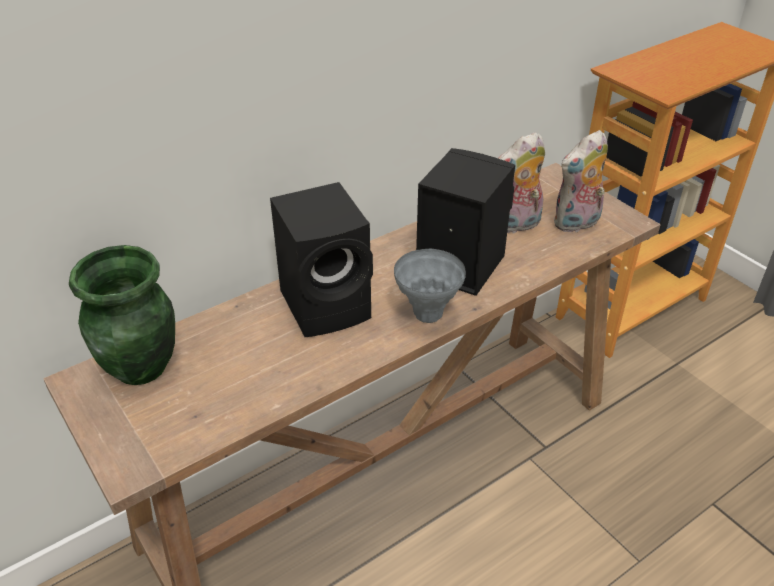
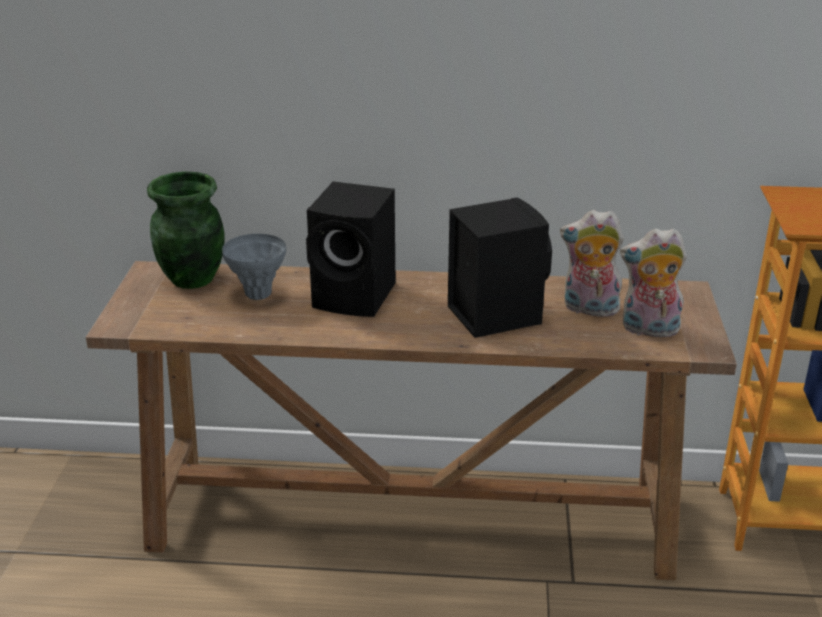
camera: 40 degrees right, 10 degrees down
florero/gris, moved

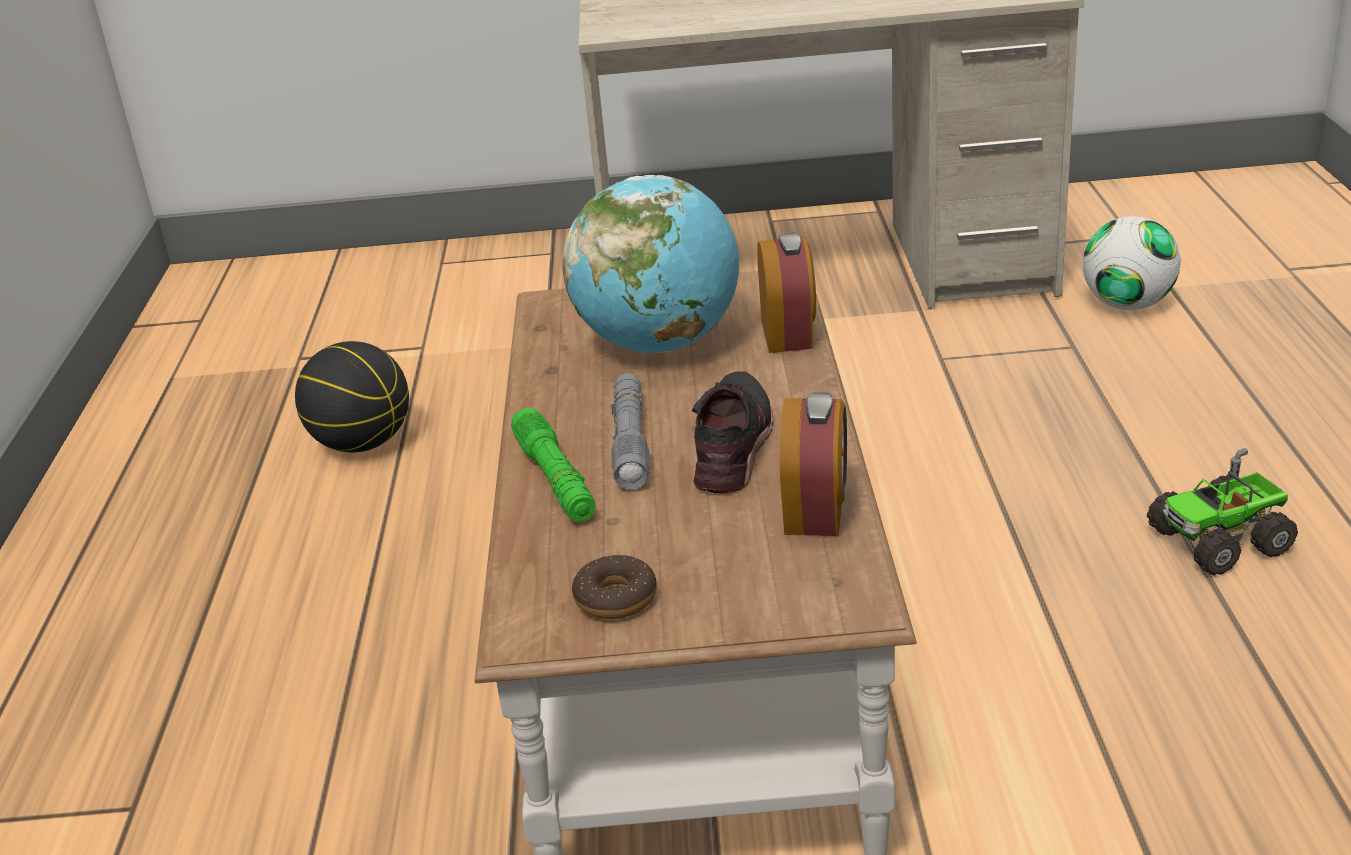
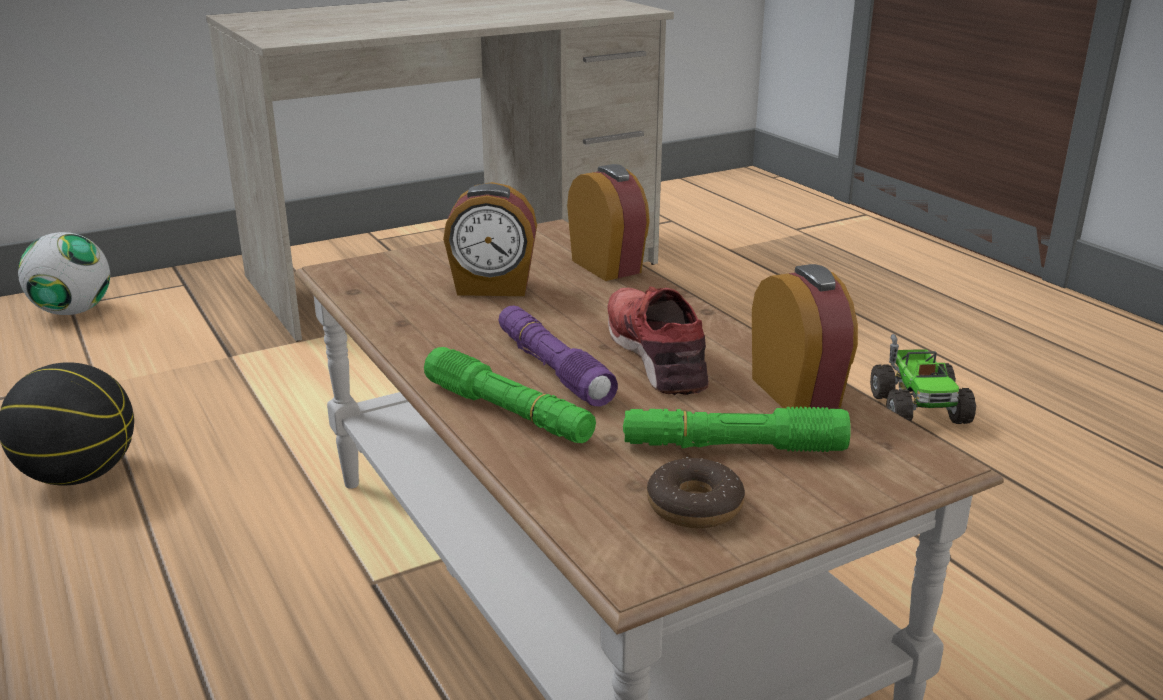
camera: 30 degrees left, 5 degrees down
balón de fútbol, moved
globo terráqueo -> despertador (1st from left)
linterna/gris -> linterna/morado
zapato/negro -> zapato/rojo
none -> linterna/verde (2nd from left)
camión de juguete, 45 degrees counterclockwise

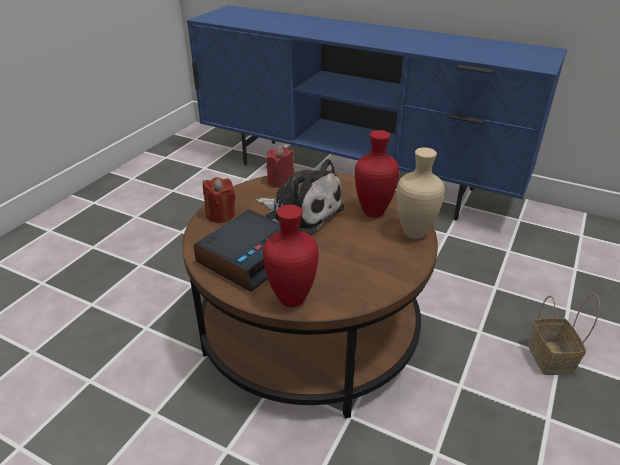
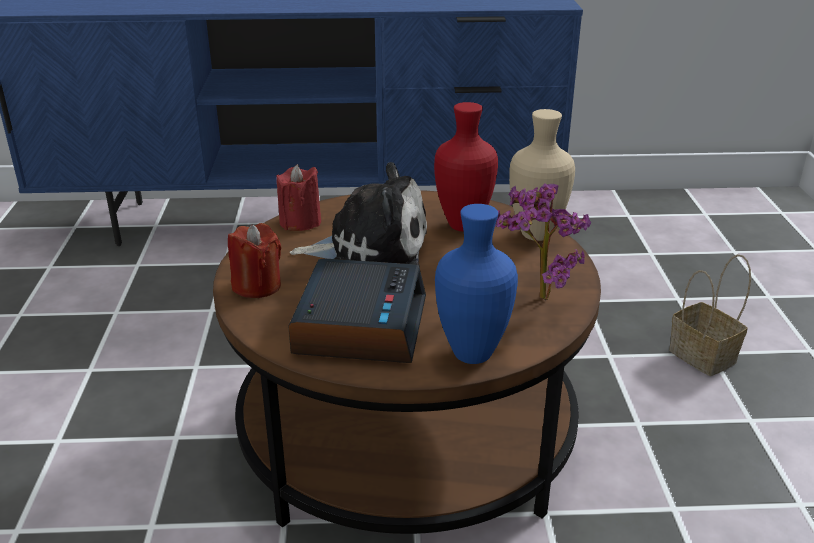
camera: 30 degrees left, 5 degrees down
florero/rojo (1st from left) -> florero/azul
none -> planta en maceta

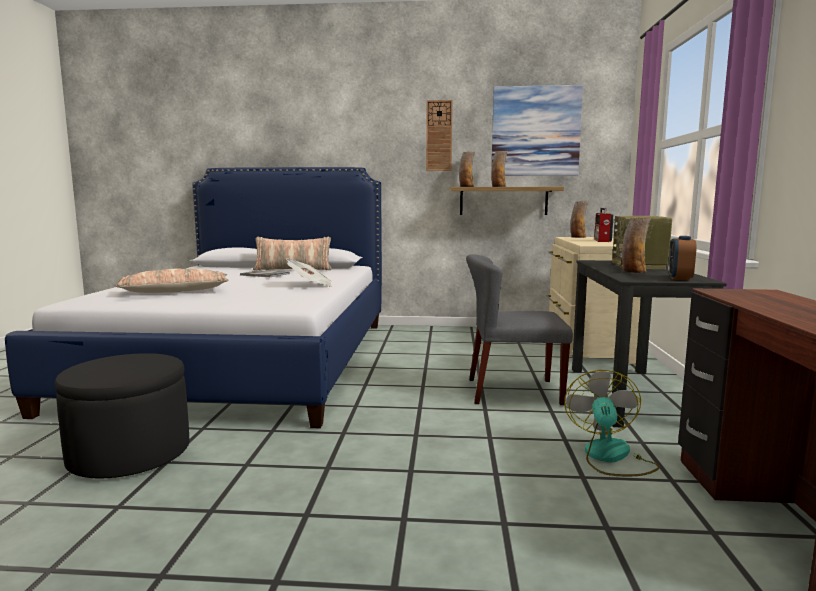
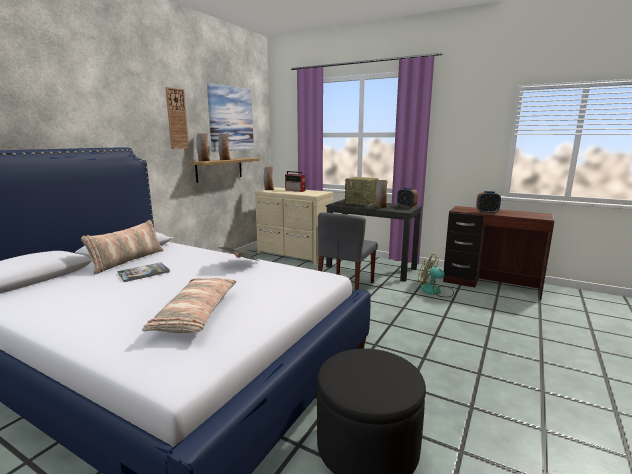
camera: 65 degrees left, 5 degrees up
none -> despertador (2nd from left)

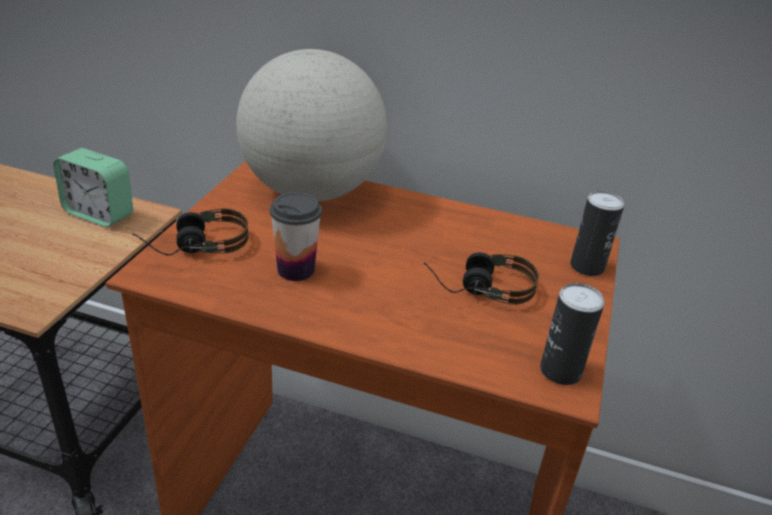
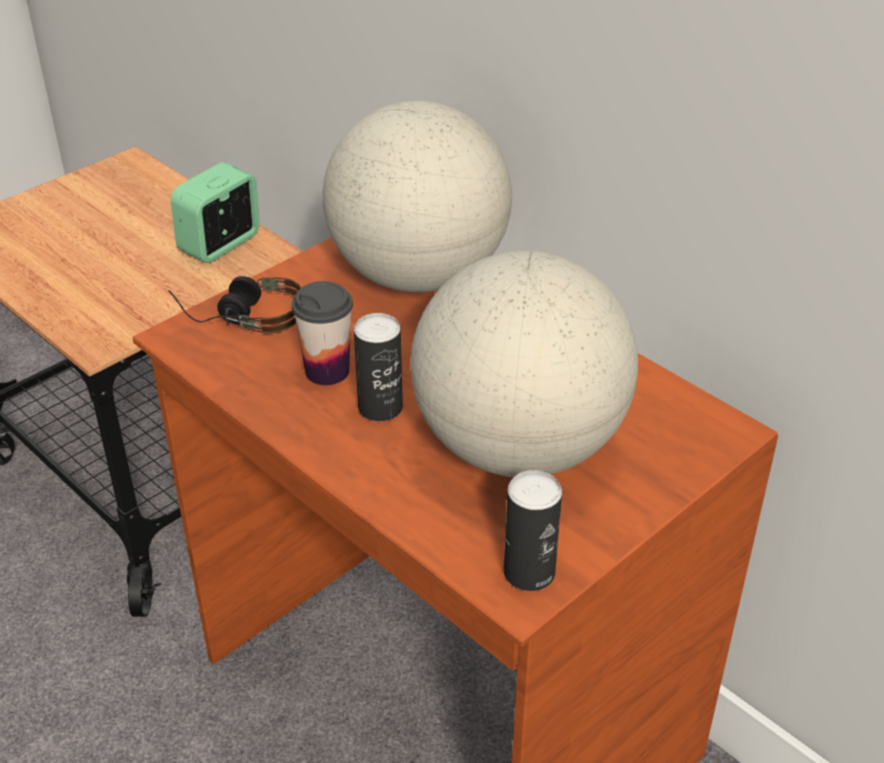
camera: 30 degrees right, 5 degrees up
despertador, 75 degrees clockwise
lata (2nd from left in the first image) -> lata (1st from left), moved
auriculares (2nd from left) -> globo terráqueo (2nd from left)

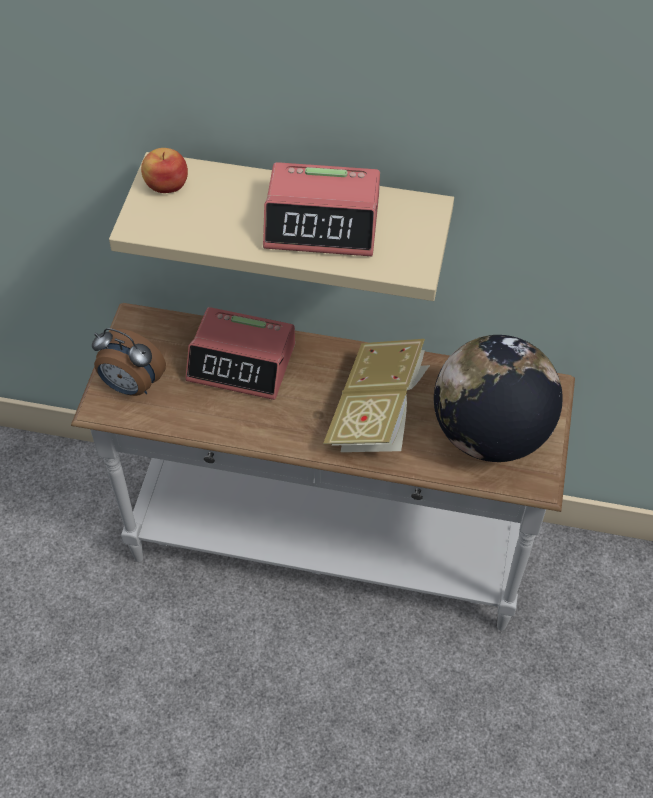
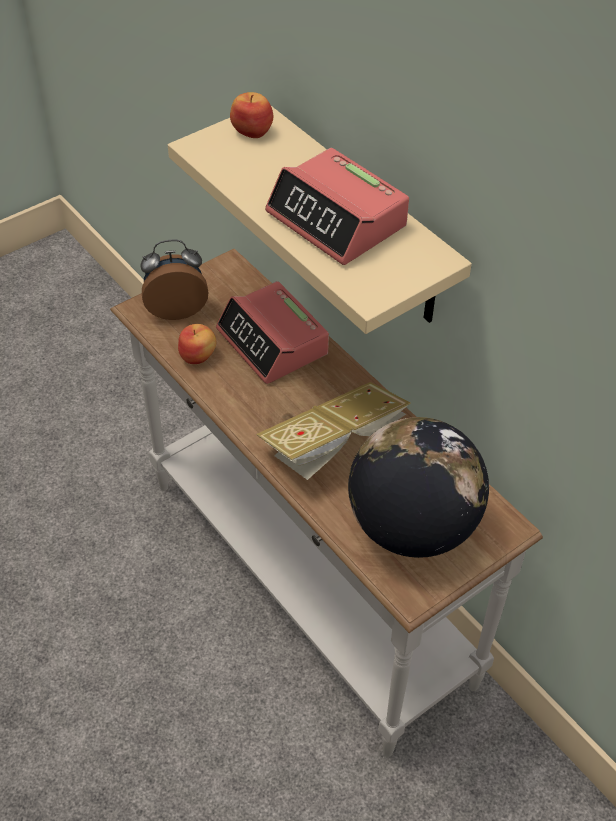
camera: 40 degrees right, 5 degrees down
despertador (1st from left), 105 degrees clockwise
none -> manzana (1st from left)

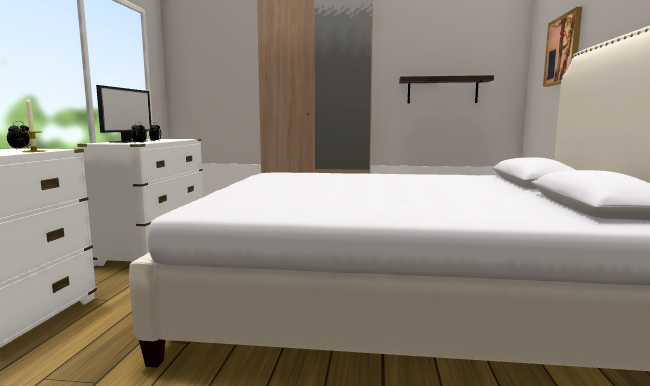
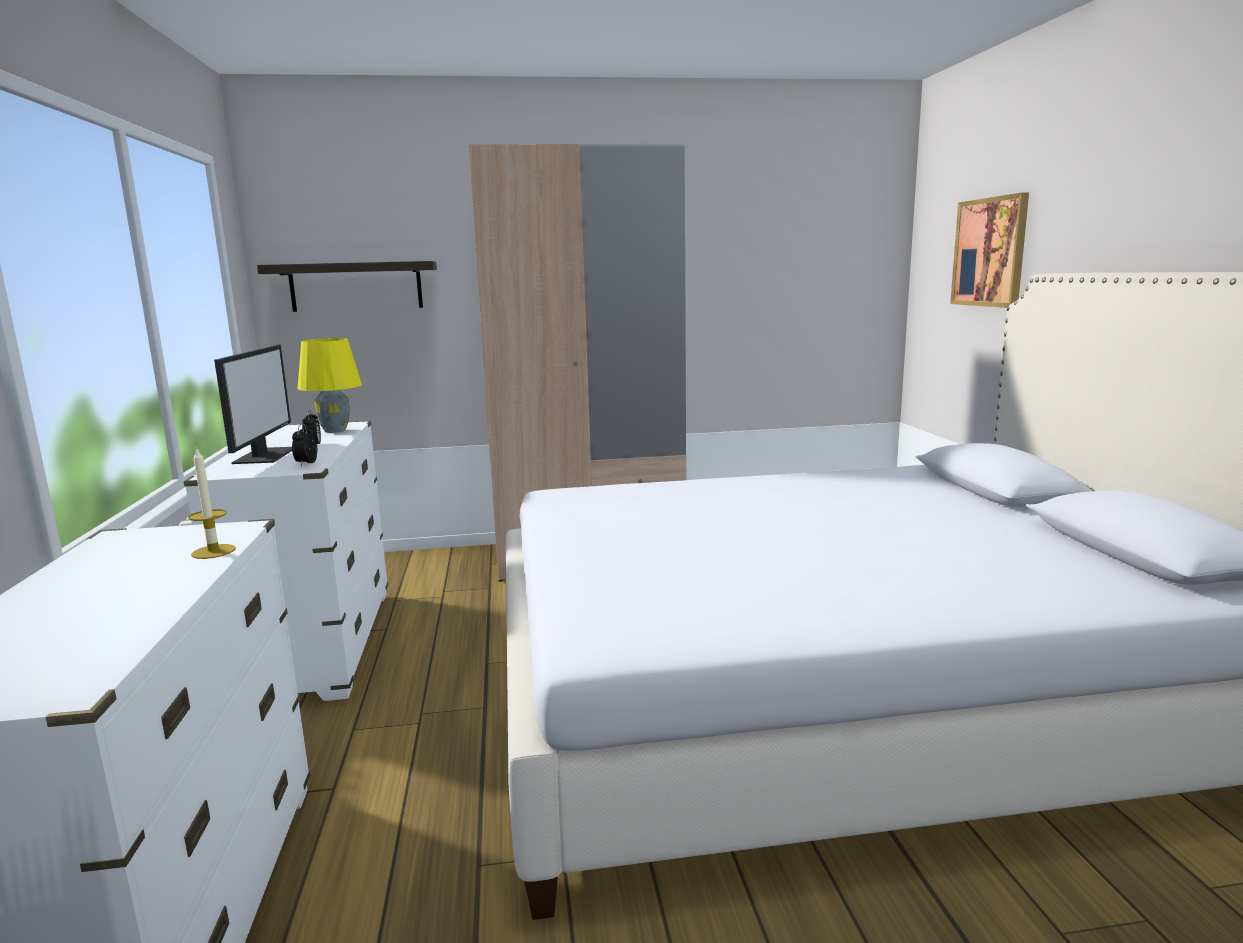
camera: 15 degrees left, 5 degrees up
estante, moved
none -> lámpara de mesa/amarillo
despertador (1st from left) -> none

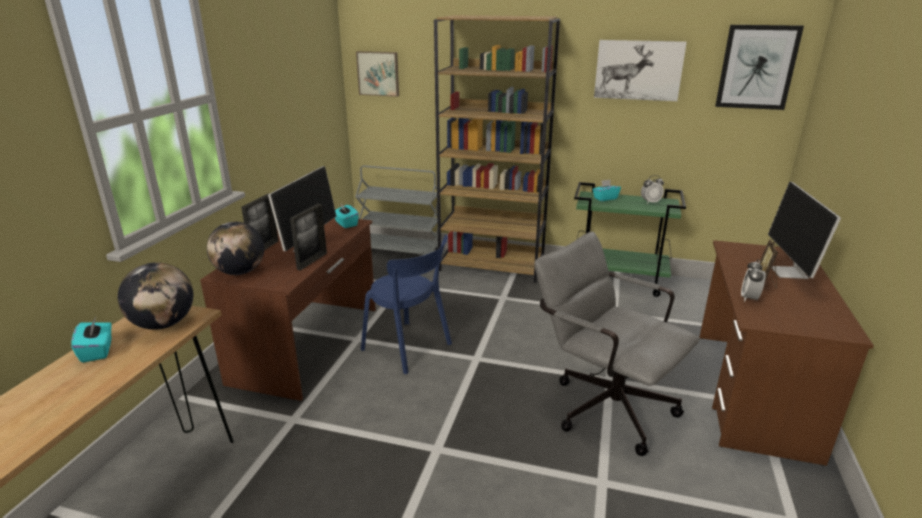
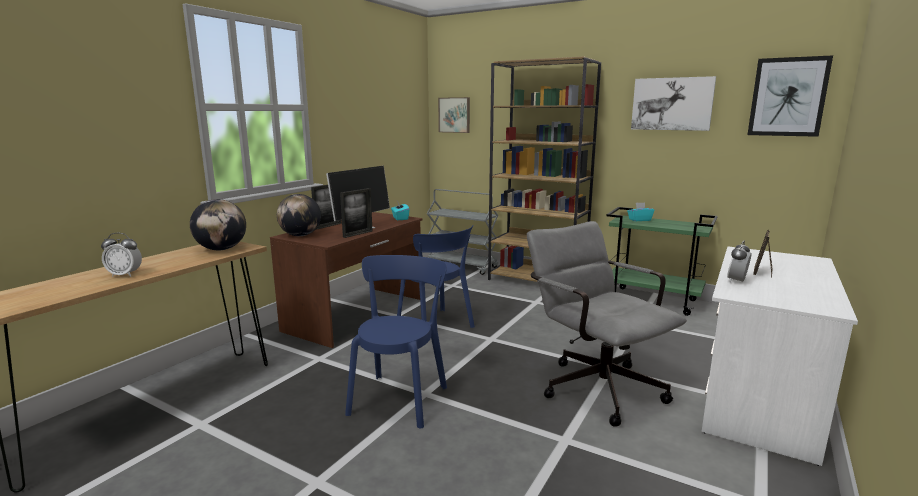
camera: 15 degrees right, 10 degrees down
despertador (1st from left), moved
none -> silla/azul (1st from left)
escritorio/marrón (2nd from left) -> escritorio/blanco
caja de pañuelos/turquesa (1st from left) -> none
monitor (2nd from left) -> none

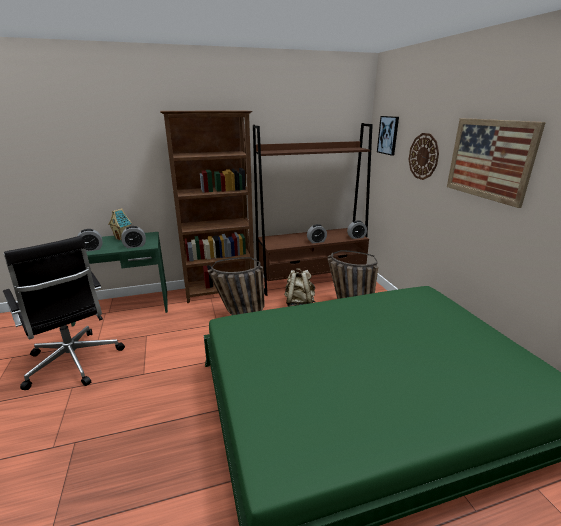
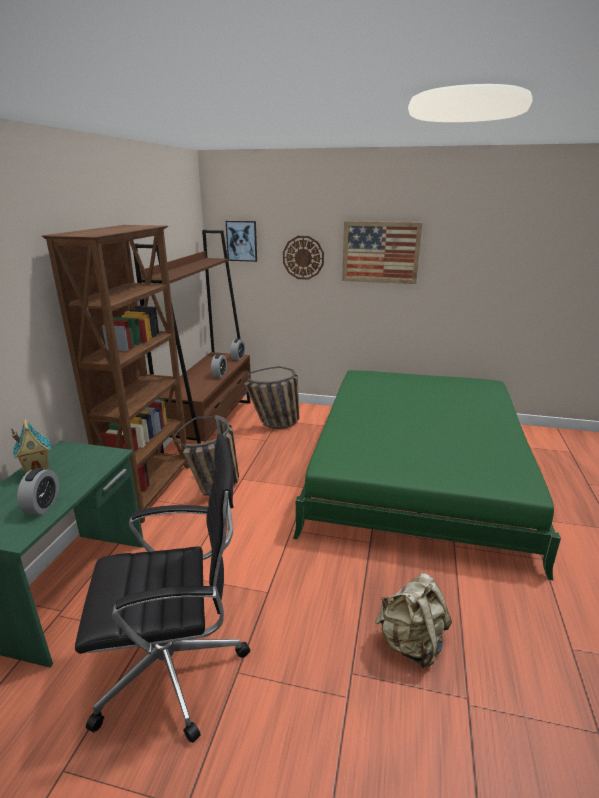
camera: 60 degrees left, 0 degrees up
mochila/beis, moved
despertador (2nd from left) -> none

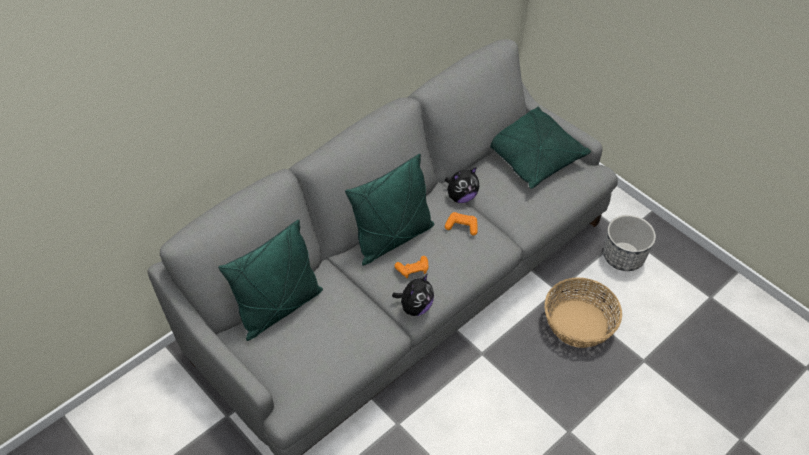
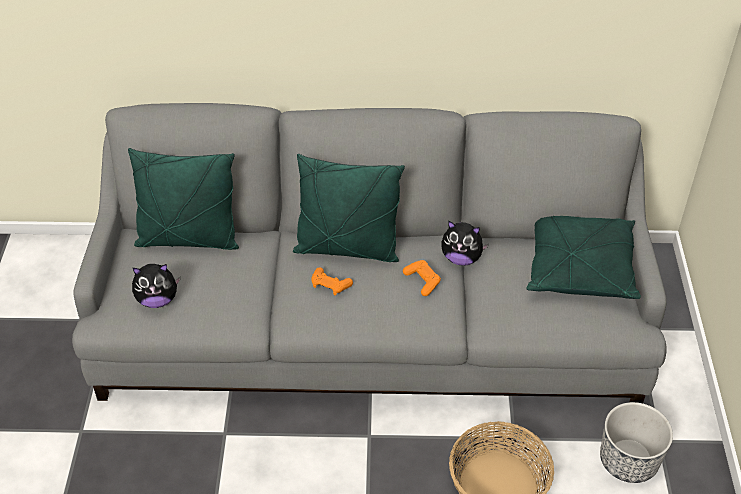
camera: 45 degrees right, 5 degrees down
peluche (1st from left), moved

